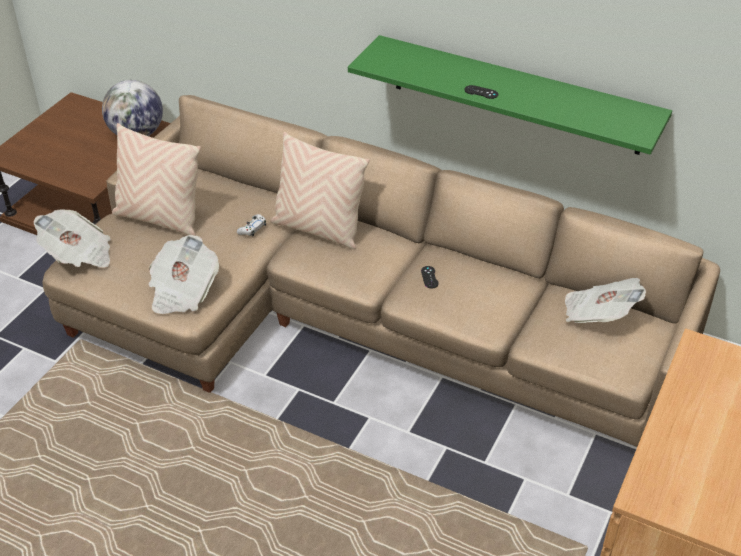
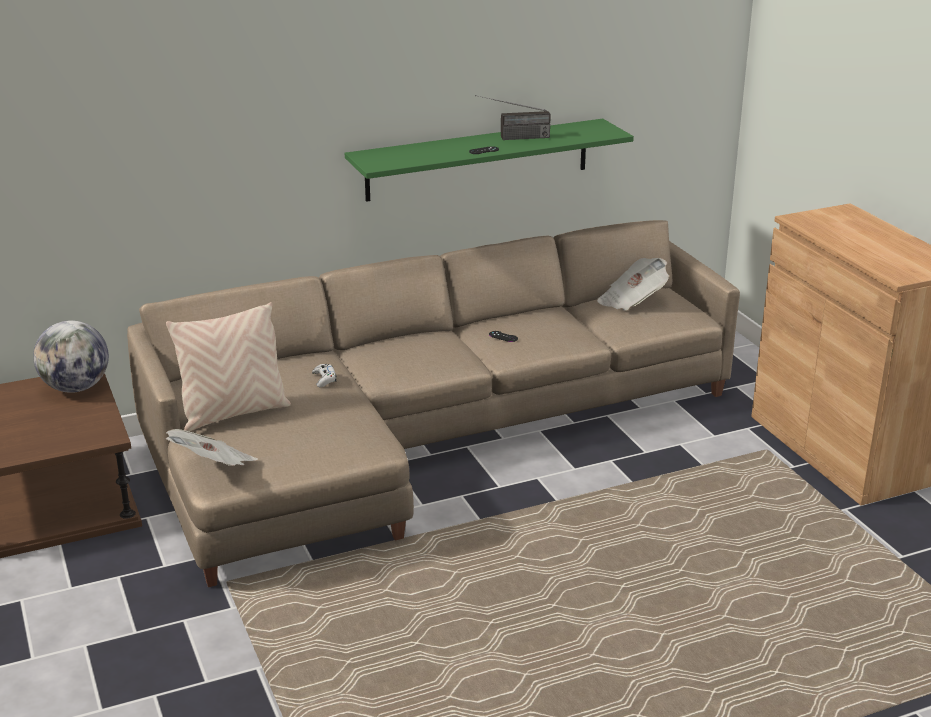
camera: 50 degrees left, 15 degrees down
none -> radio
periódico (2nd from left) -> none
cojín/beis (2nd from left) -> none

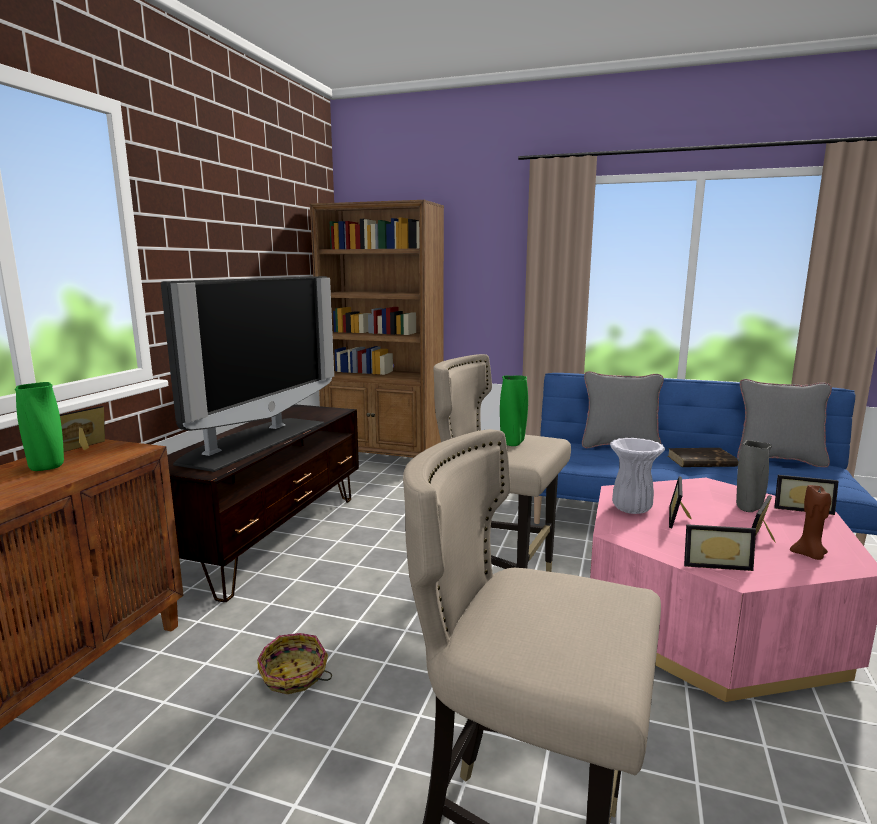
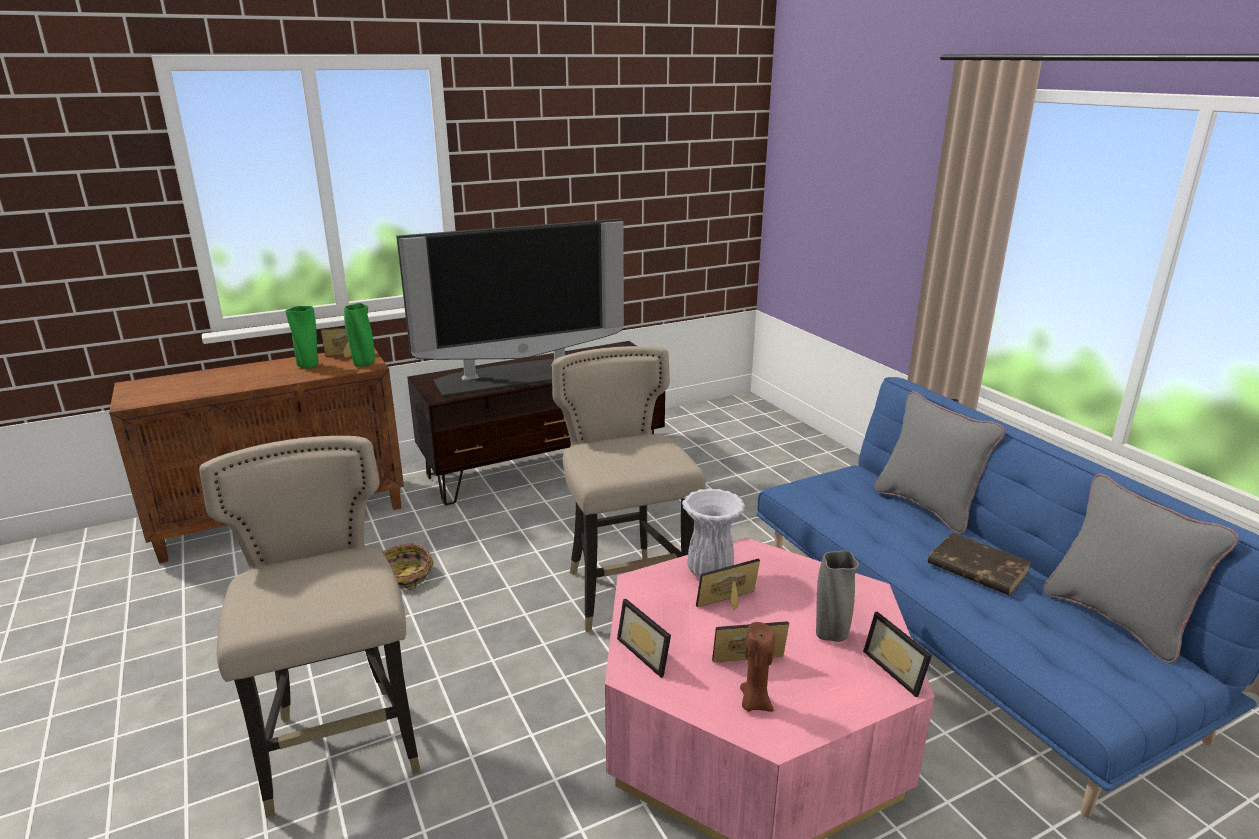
camera: 45 degrees right, 10 degrees up
florero/verde (2nd from left), moved
estantería/marrón -> none

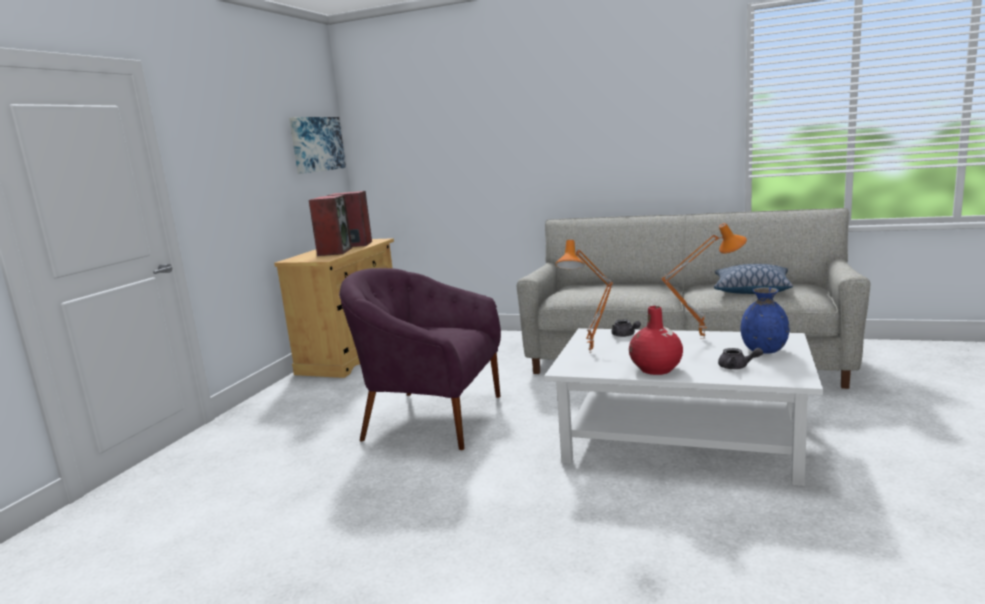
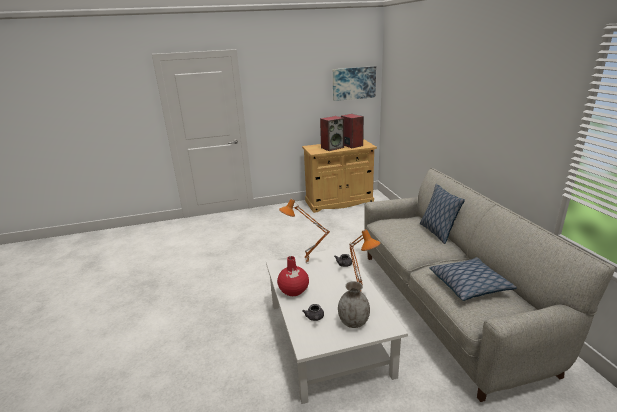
camera: 55 degrees right, 10 degrees up
florero/azul -> florero/gris
none -> cojín (1st from left)
sillón/morado -> none

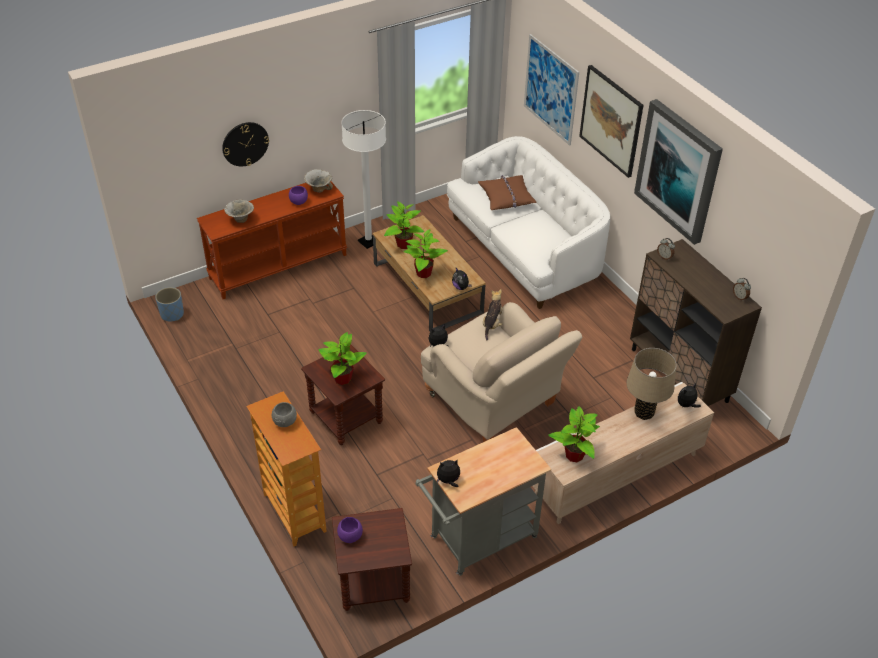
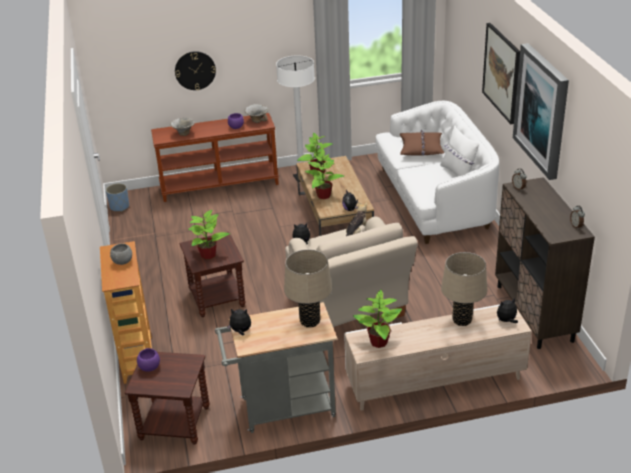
camera: 20 degrees right, 10 degrees down
none -> lámpara de mesa/beis (1st from left)
none -> cojín/blanco
cuadro (1st from left) -> none

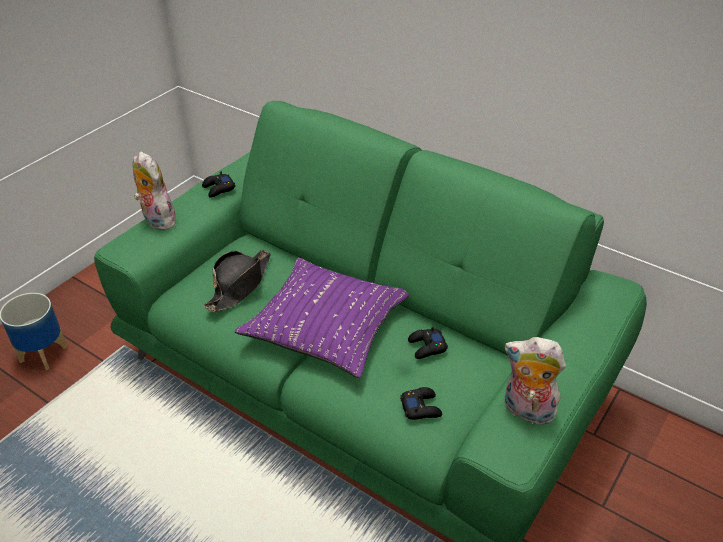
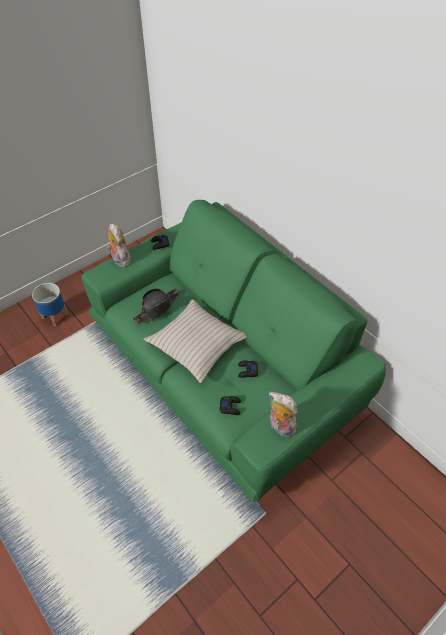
camera: 15 degrees right, 10 degrees up
cojín/morado -> cojín/beis

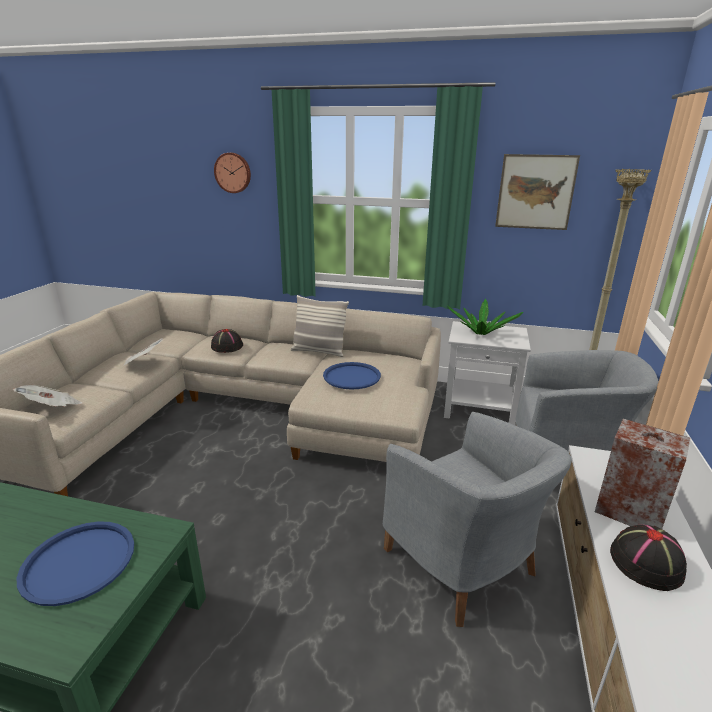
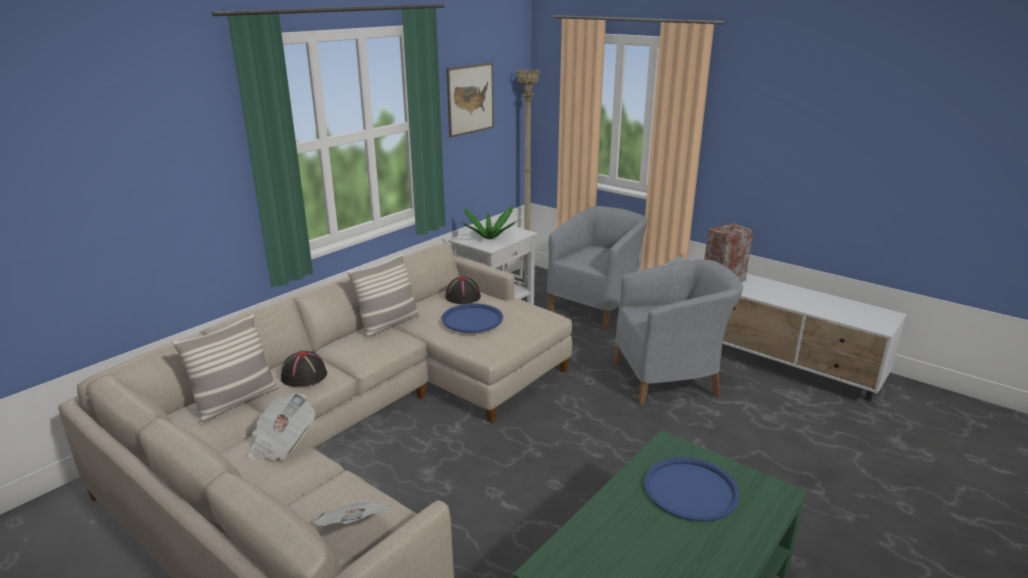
camera: 65 degrees left, 0 degrees up
none -> cojín (1st from left)
sombrero/negro (2nd from left), moved
reloj de pared -> none

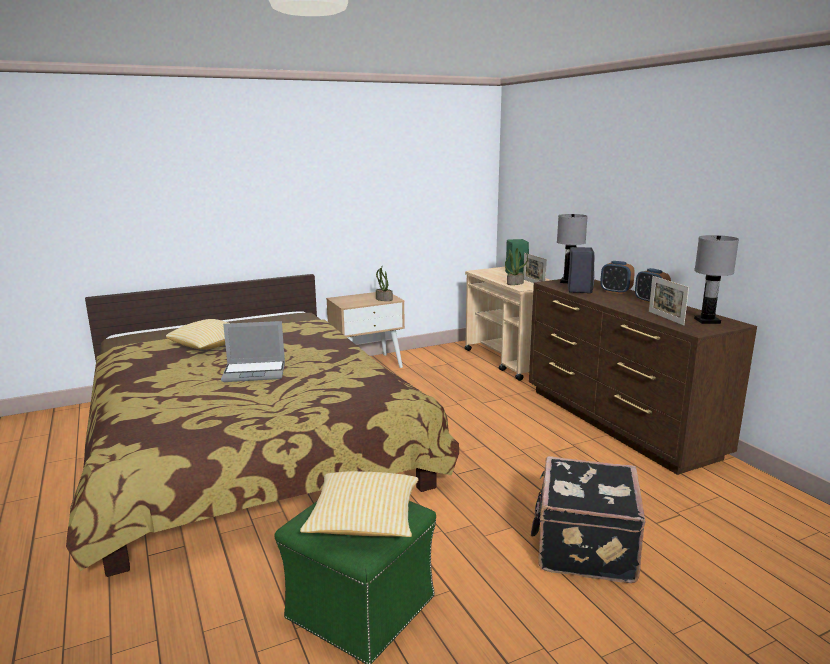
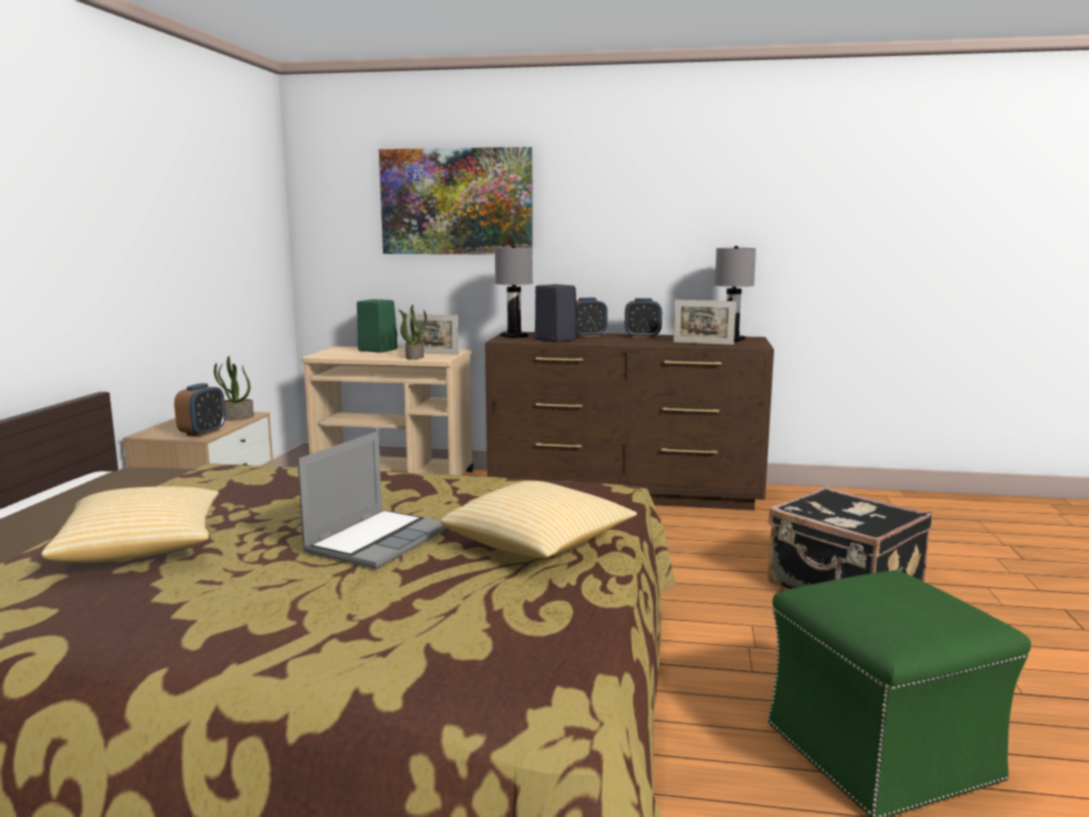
camera: 55 degrees left, 5 degrees down
none -> despertador (1st from left)
none -> cuadro
cojín (2nd from left), moved

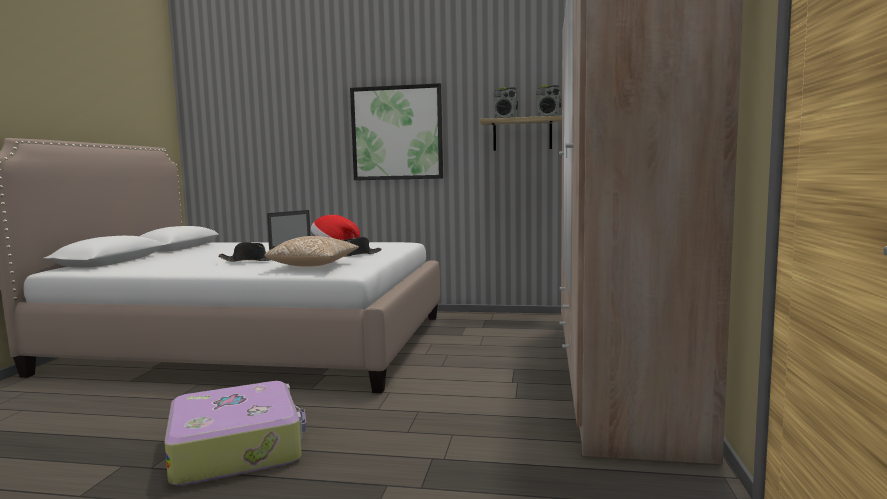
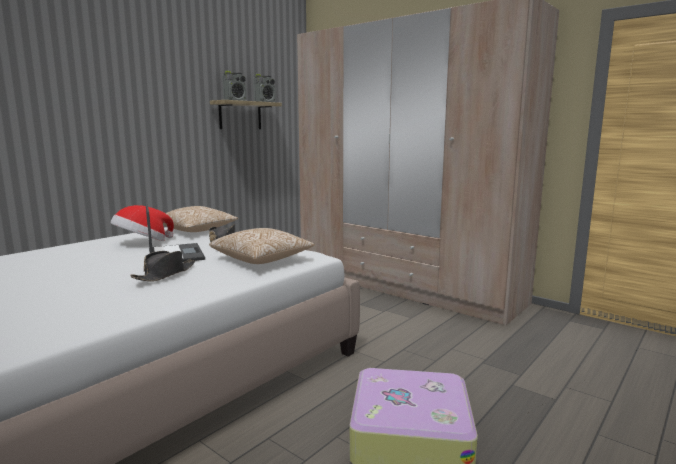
camera: 60 degrees left, 5 degrees up
none -> cojín (1st from left)
cuadro -> none

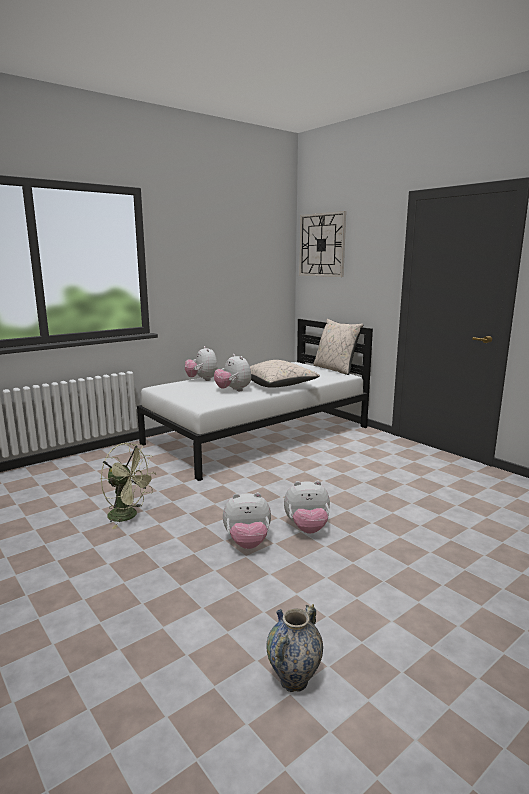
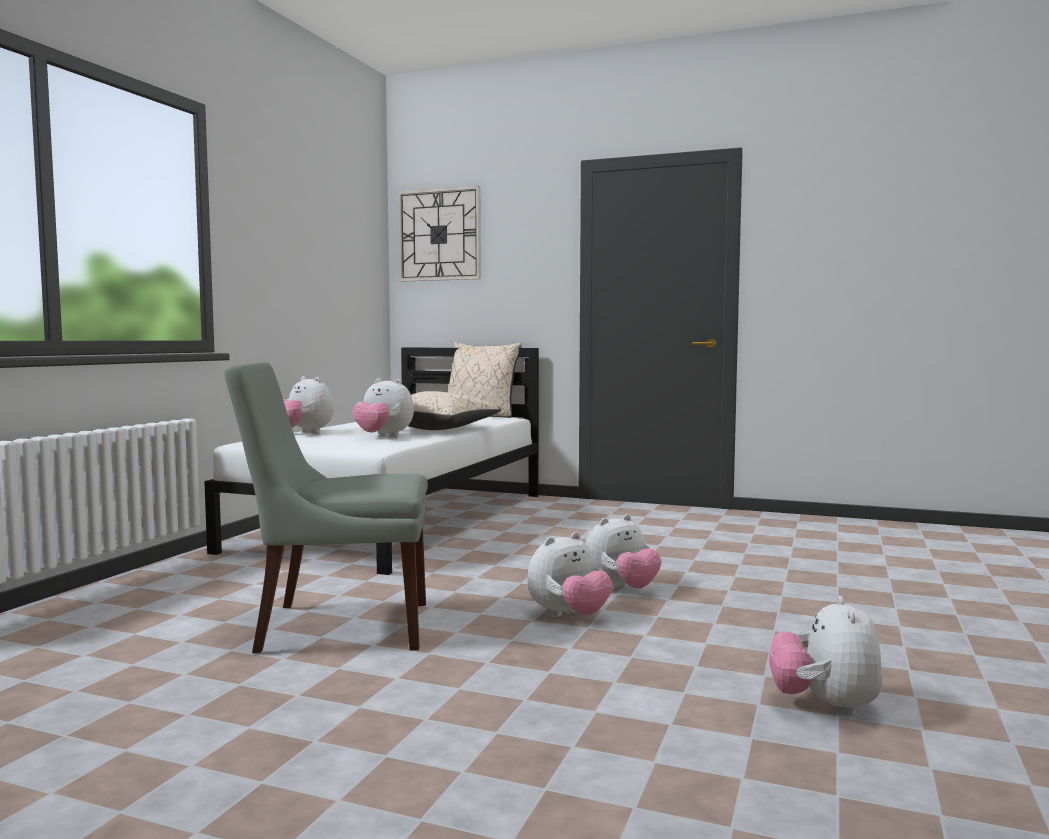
camera: 30 degrees left, 10 degrees down
ventilador/verde -> silla/gris
florero -> peluche (5th from left)

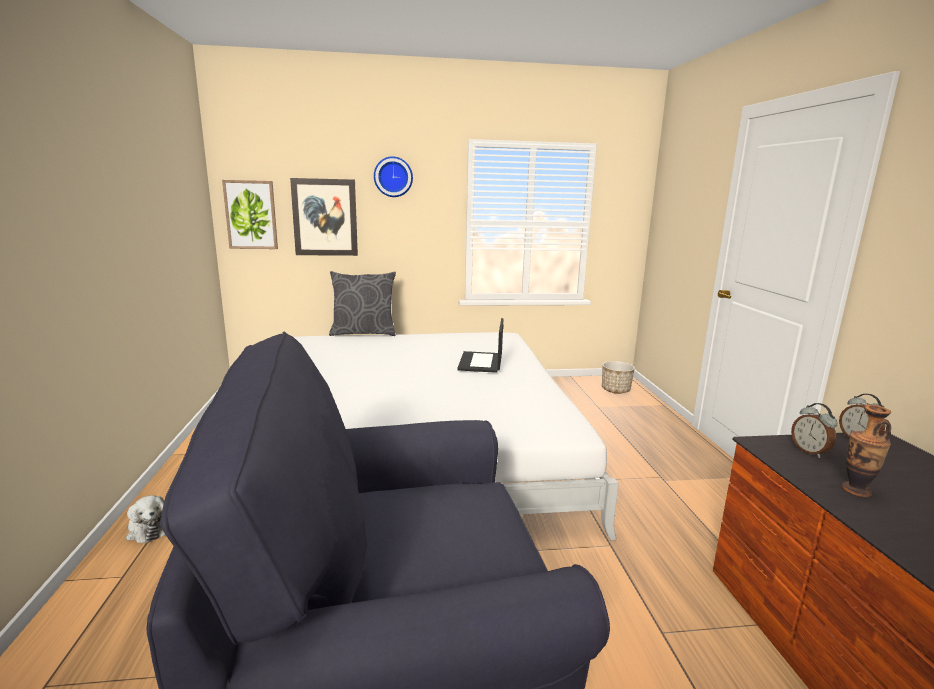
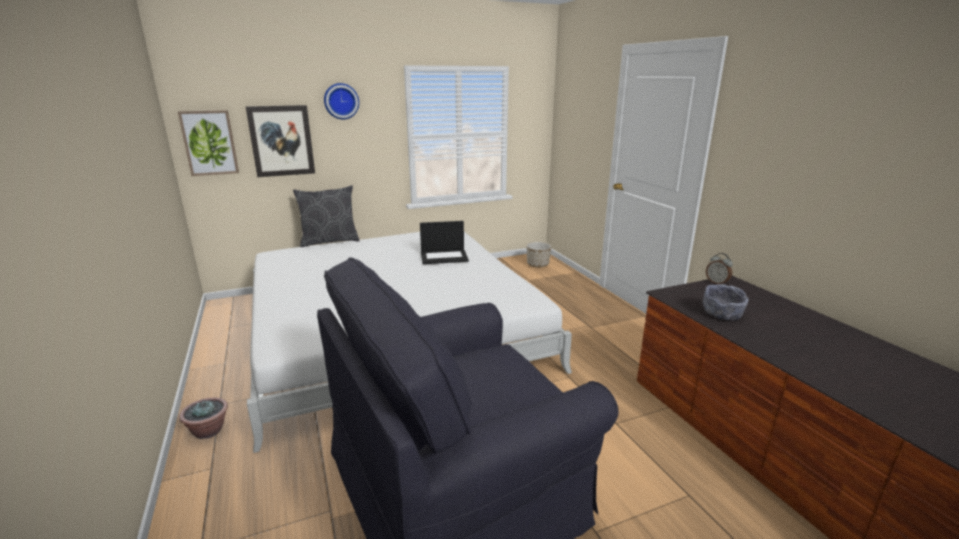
camera: 15 degrees left, 5 degrees up
peluche -> planta en maceta
portátil, 90 degrees counterclockwise
florero -> cuenco/gris
despertador (1st from left) -> none

